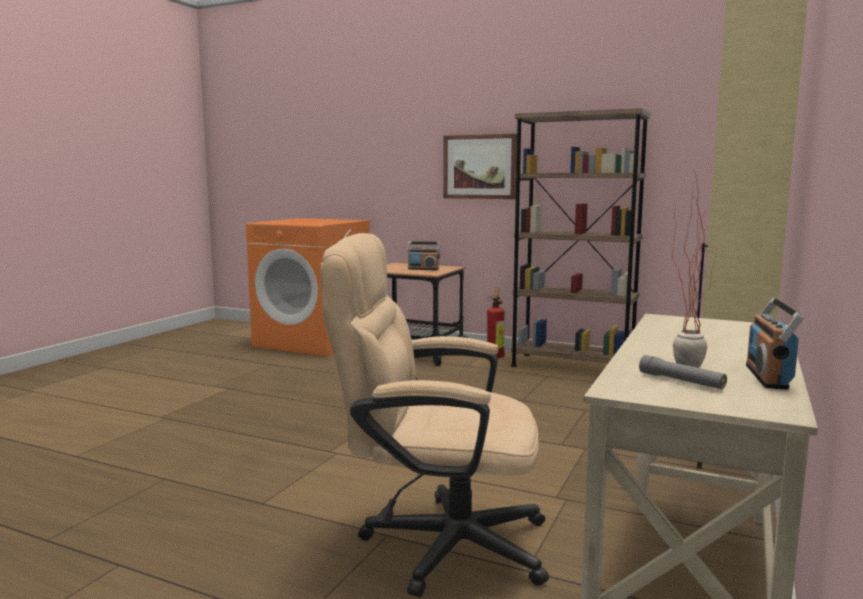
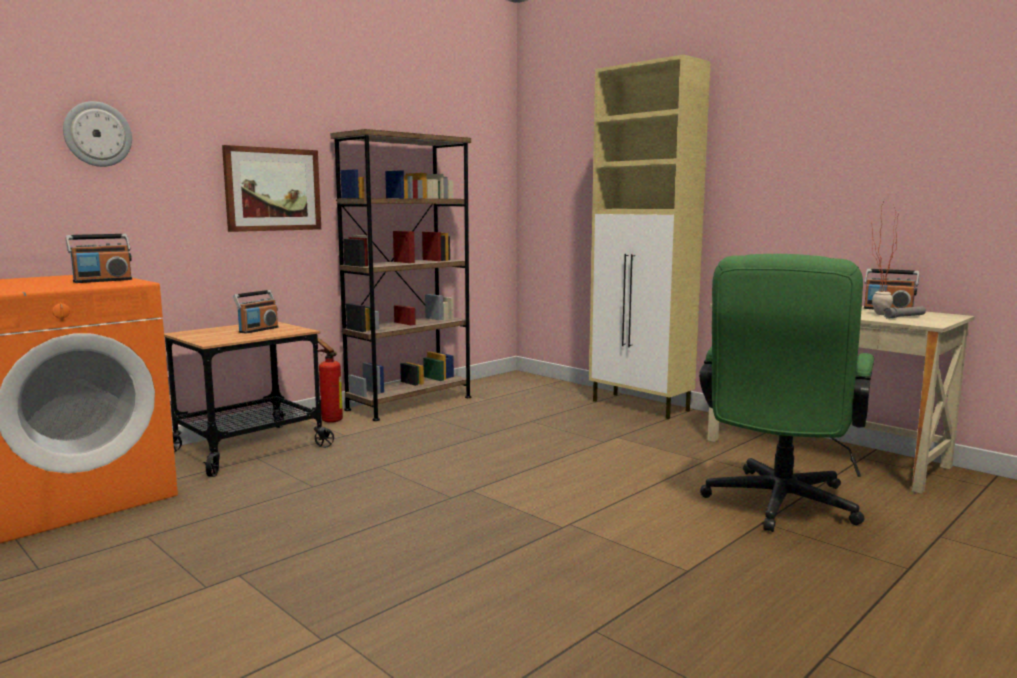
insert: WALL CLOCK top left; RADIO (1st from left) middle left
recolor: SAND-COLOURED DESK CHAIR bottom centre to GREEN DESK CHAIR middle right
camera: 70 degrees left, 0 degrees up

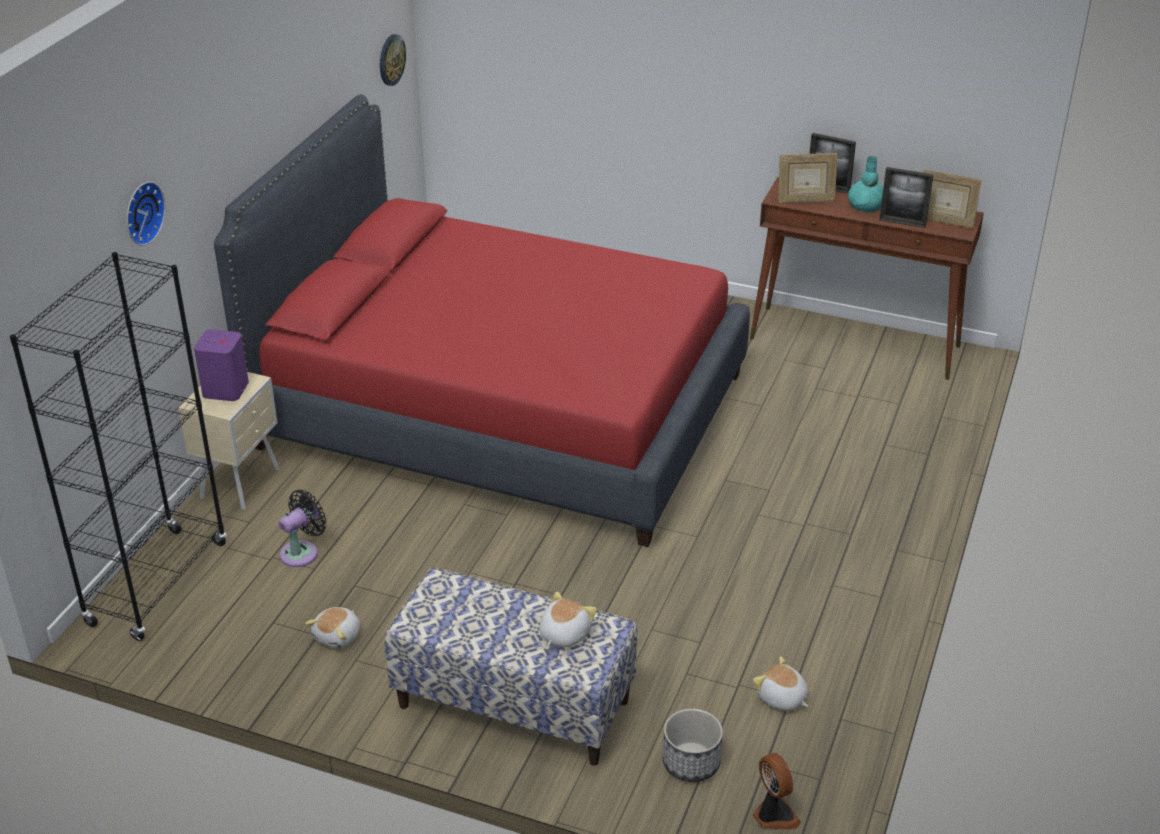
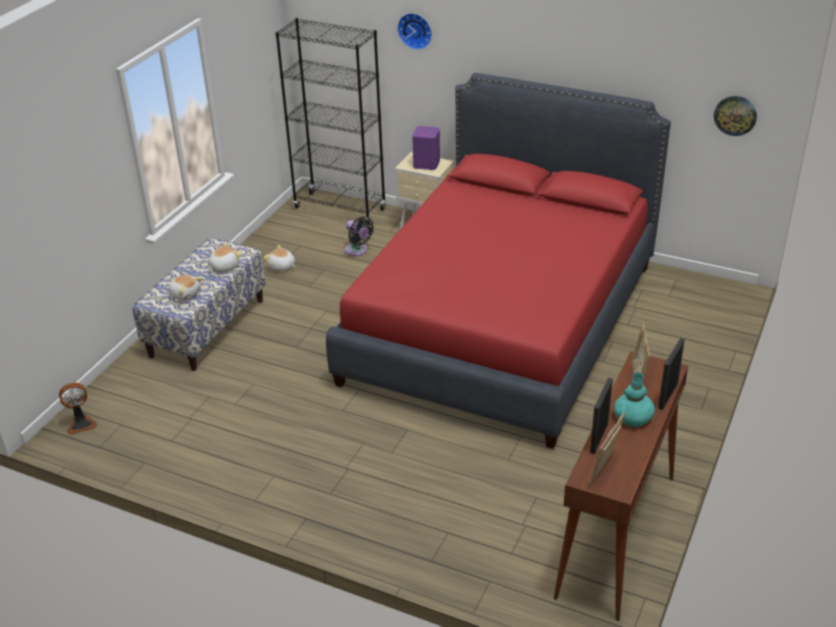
delete: PLANT POT bottom centre
move: CUDDLY TOY (3rd from left in the first image) bottom right to CUDDLY TOY (2nd from left) middle left
camera: 95 degrees right, 0 degrees up

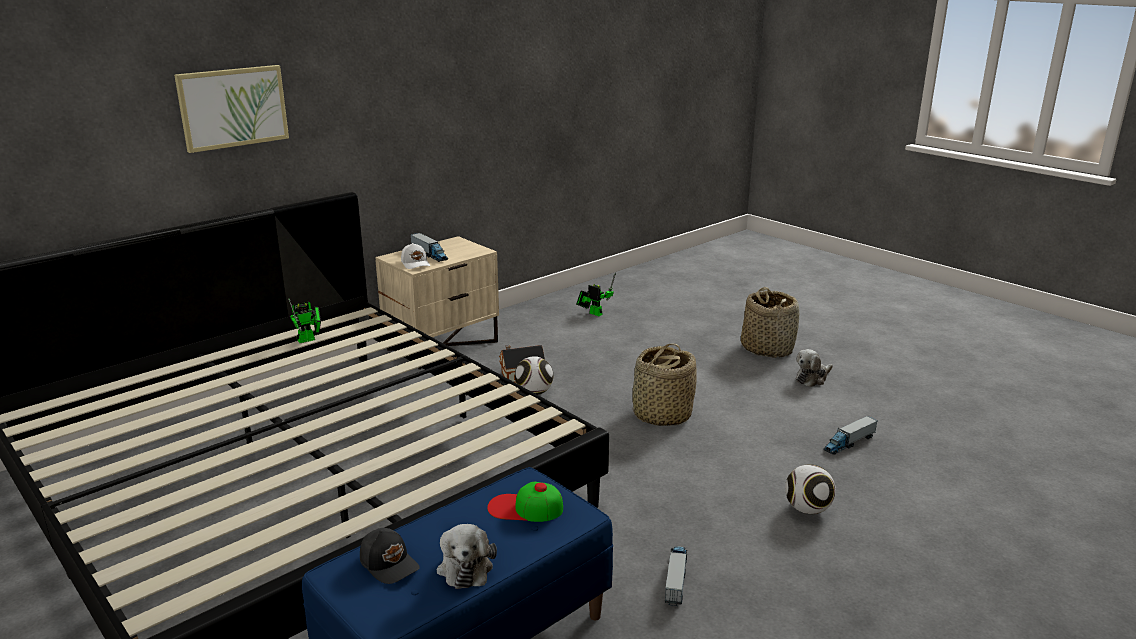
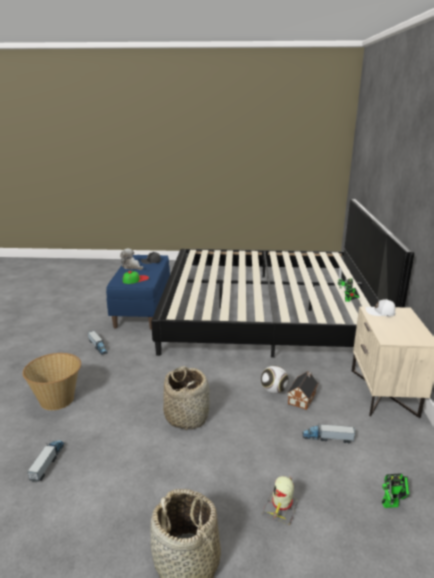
delete: WALL PICTURE top left; CUDDLY TOY (2nd from left) middle right
insert: TOY ROBOT (1st from left) bottom centre
move: TOY LORRY (1st from left in the first image) centre to TOY LORRY (3rd from left) bottom right
replace: BALL FOR FOOTBALL (2nd from left) bottom right to HOUSEHOLD BASKET (1st from left) middle left
camera: 135 degrees right, 0 degrees up

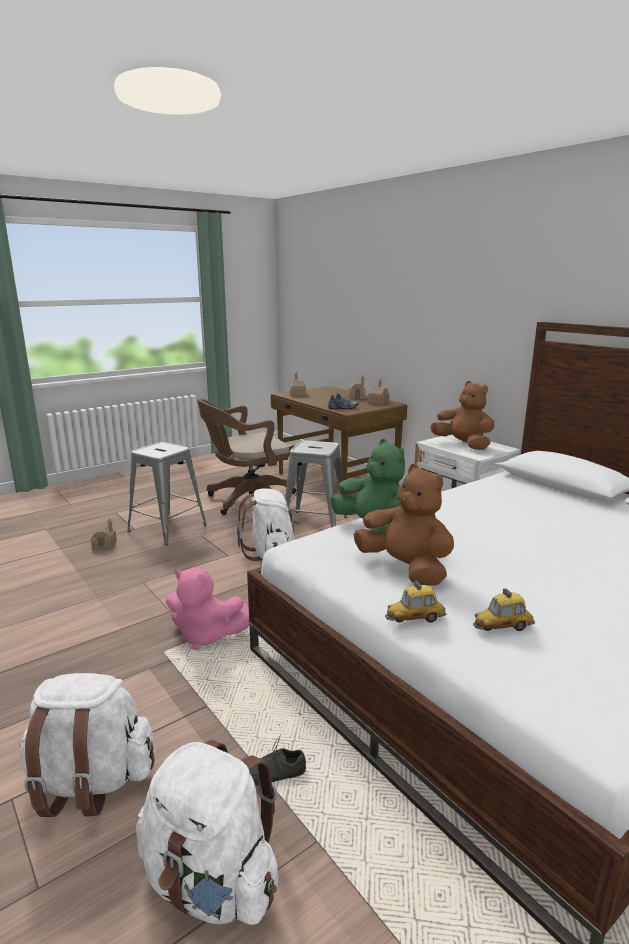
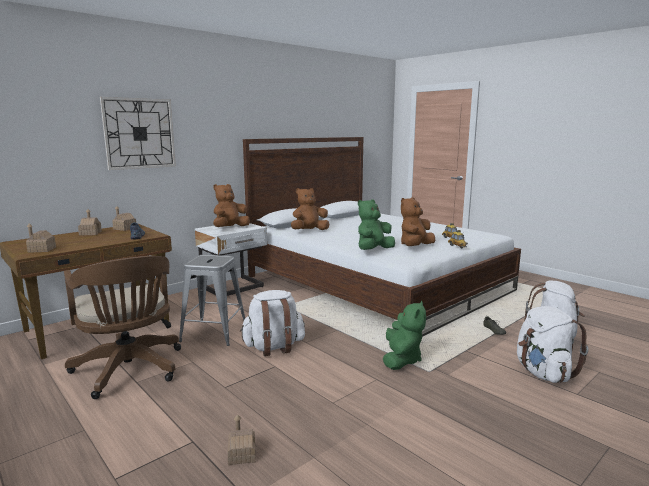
delete: GREY SITTING STOOL (1st from left) middle left
insert: WALL CLOCK top left; BROWN CUDDLY TOY (2nd from left) centre
recolor: PINK CUDDLY TOY middle left to GREEN CUDDLY TOY (2nd from left) bottom centre
camera: 95 degrees left, 5 degrees down

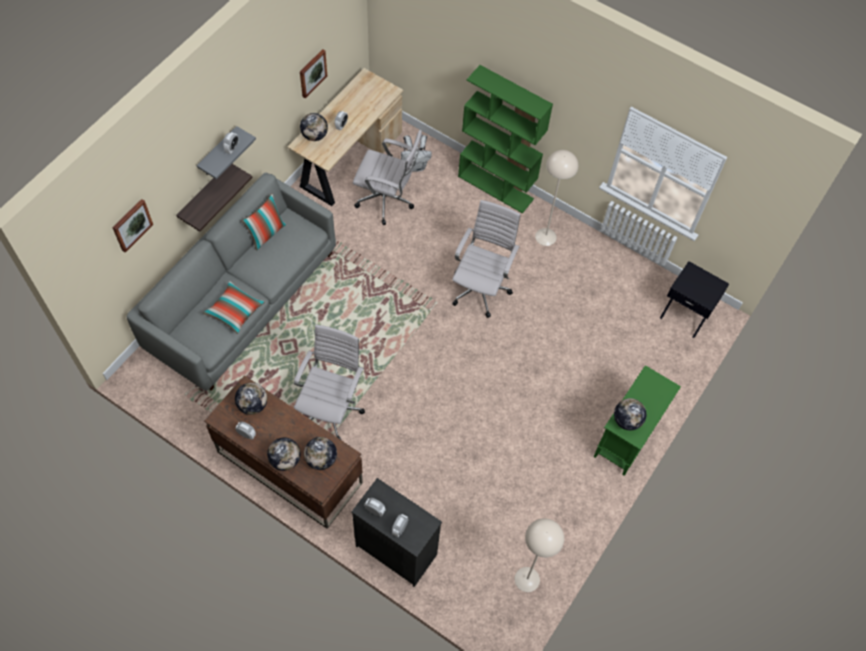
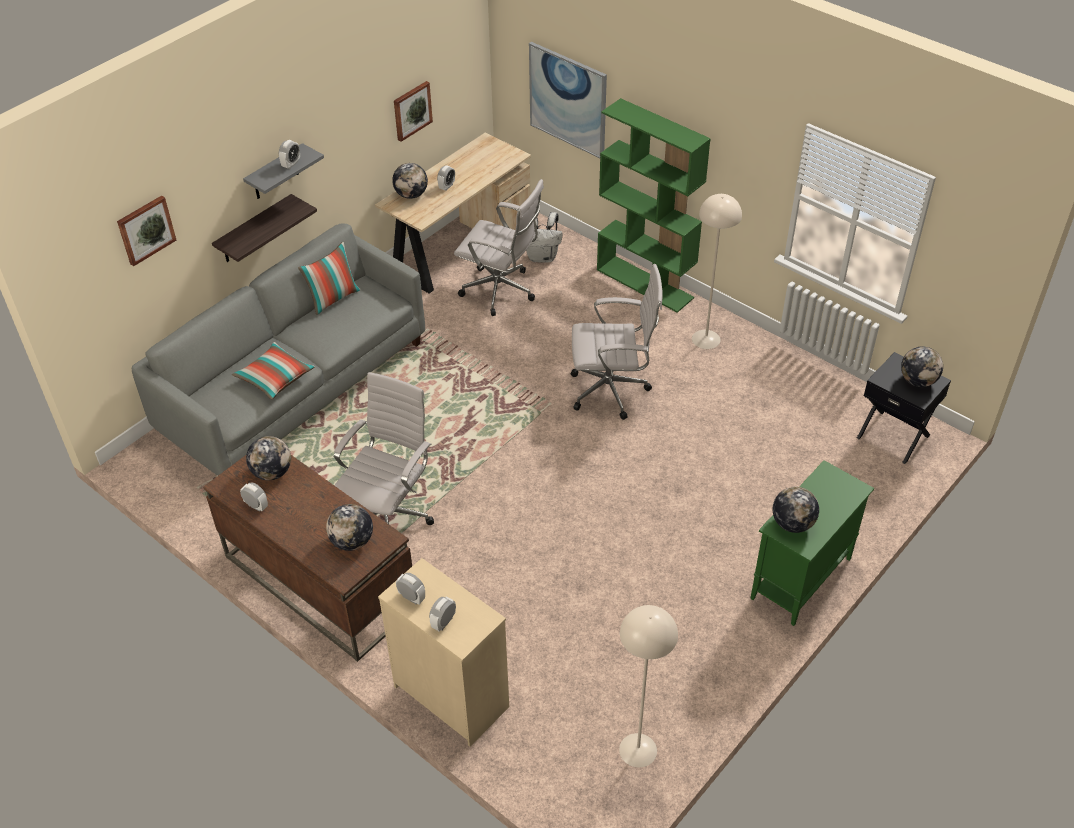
insert: WALL PICTURE (3rd from left) top centre
move: GLOBE (2nd from left in the first image) bottom left to GLOBE (5th from left) middle right
recolor: BLACK DRESSER bottom centre to SAND-COLOURED DRESSER bottom centre
rotate: WHITISH DESK CHAIR (3rd from left) centre = centre 60 degrees clockwise
camera: 10 degrees right, 15 degrees down

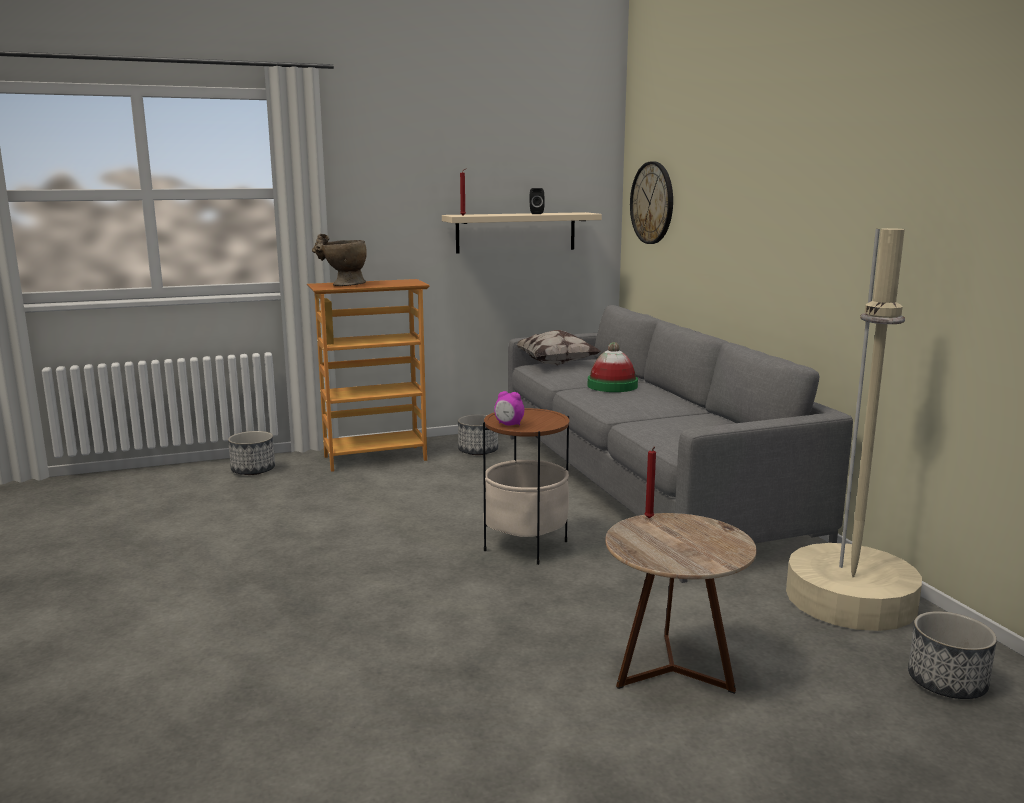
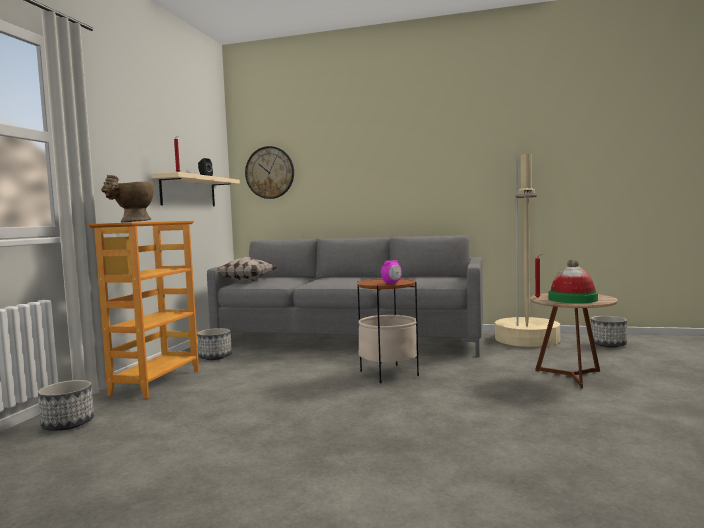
move: HAT centre to middle right
camera: 55 degrees left, 10 degrees down

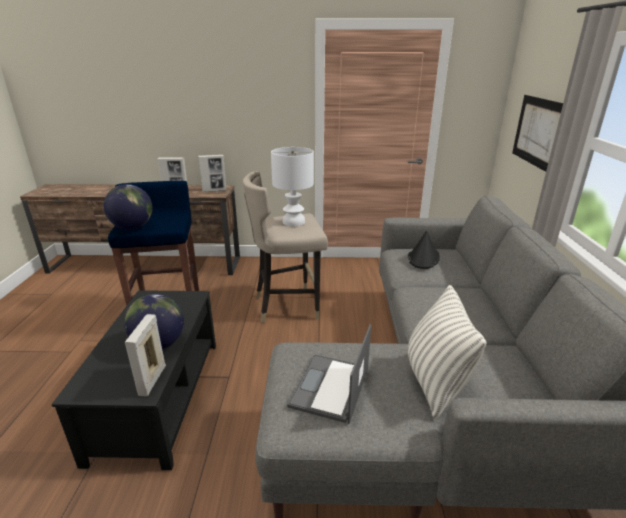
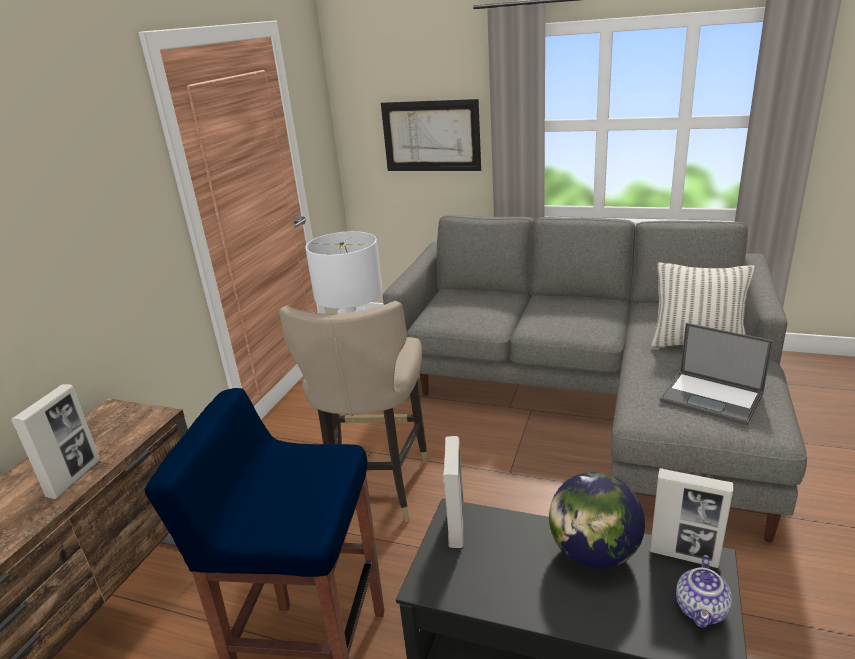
delete: GLOBE (1st from left) middle left; BLACK HAT middle right
insert: TEA POT bottom right
move: PICTURE FRAME (3rd from left in the first image) centre to PICTURE FRAME (2nd from left) bottom centre
camera: 70 degrees left, 0 degrees up

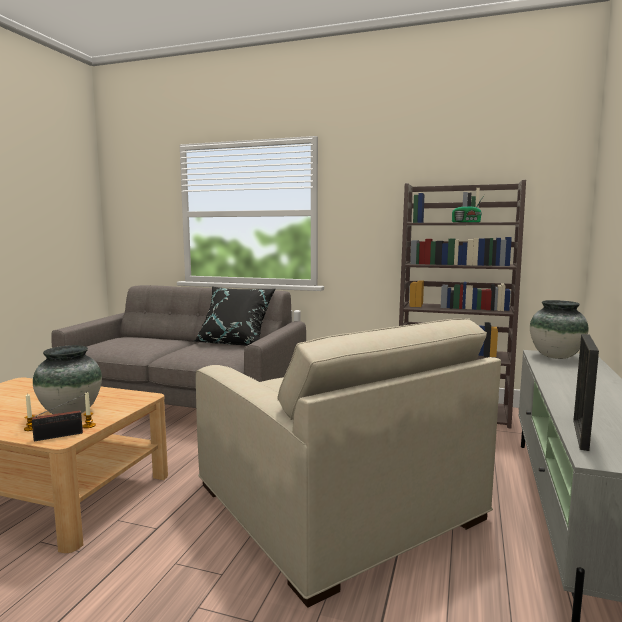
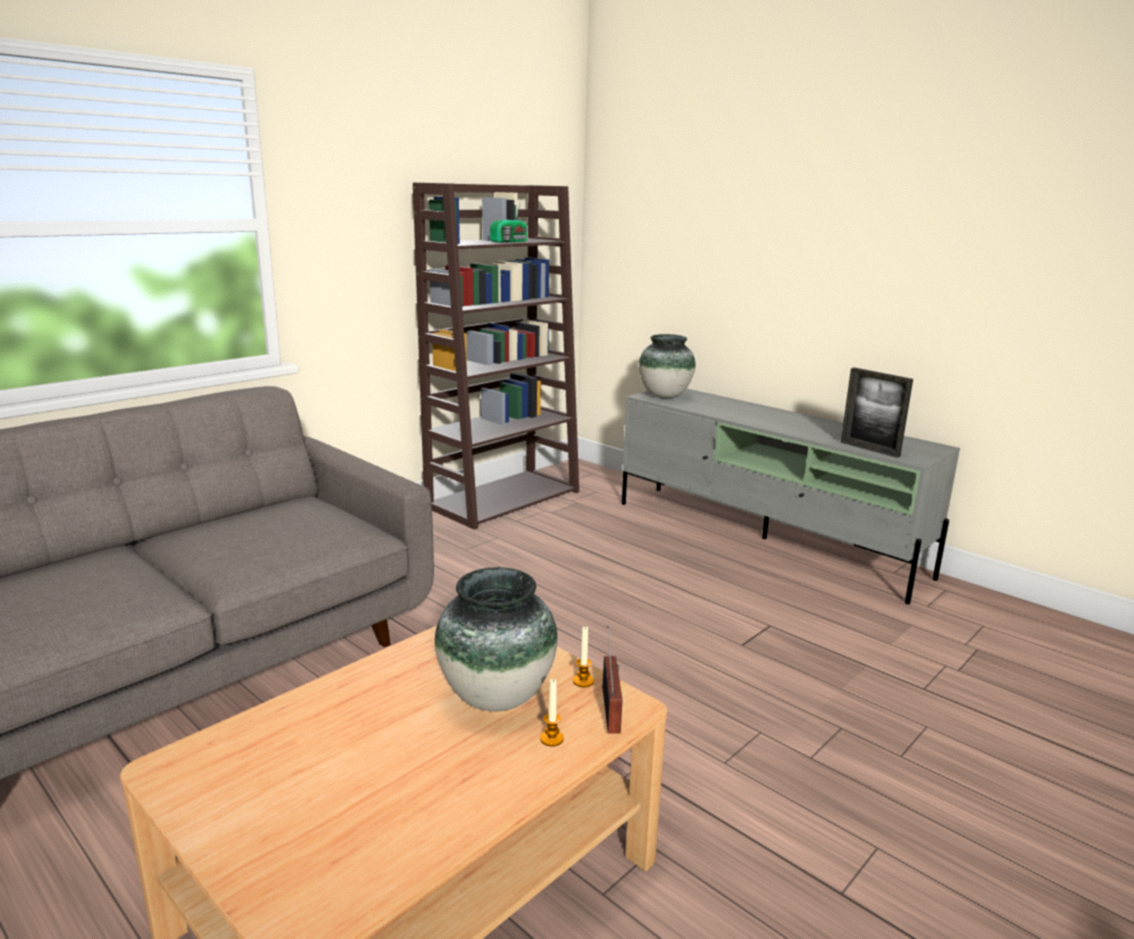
delete: BLACK THROW PILLOW centre; SAND-COLOURED EASY CHAIR bottom centre
camera: 65 degrees left, 10 degrees up

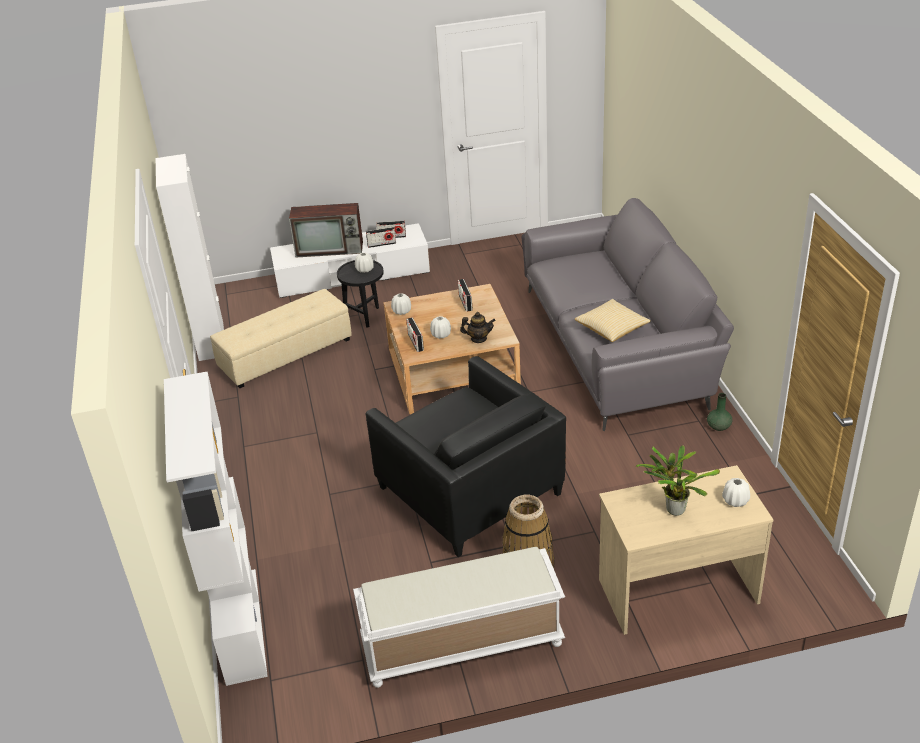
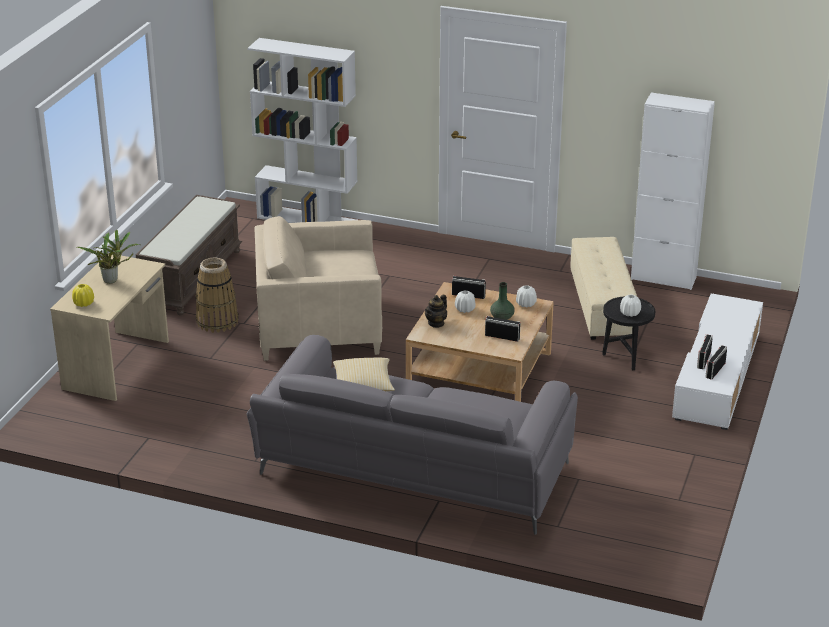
delete: TV top centre
move: GREEN DECORATIVE VASE middle right to centre
recolor: WHITISH DECORATIVE VASE (4th from left) middle right to YELLOWISH DECORATIVE VASE middle left; WHITISH INDOOR BENCH bottom centre to BROWN INDOOR BENCH middle left; BLACK EASY CHAIR centre to SAND-COLOURED EASY CHAIR centre
camera: 120 degrees right, 5 degrees down

